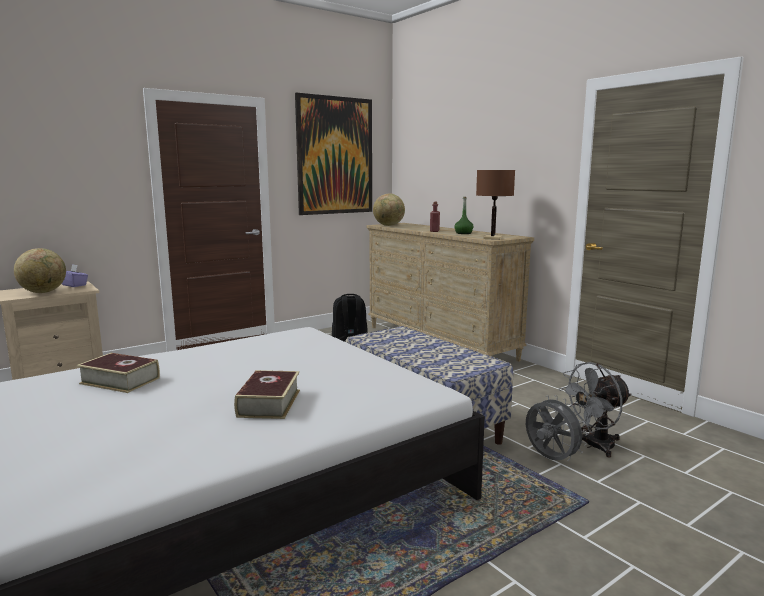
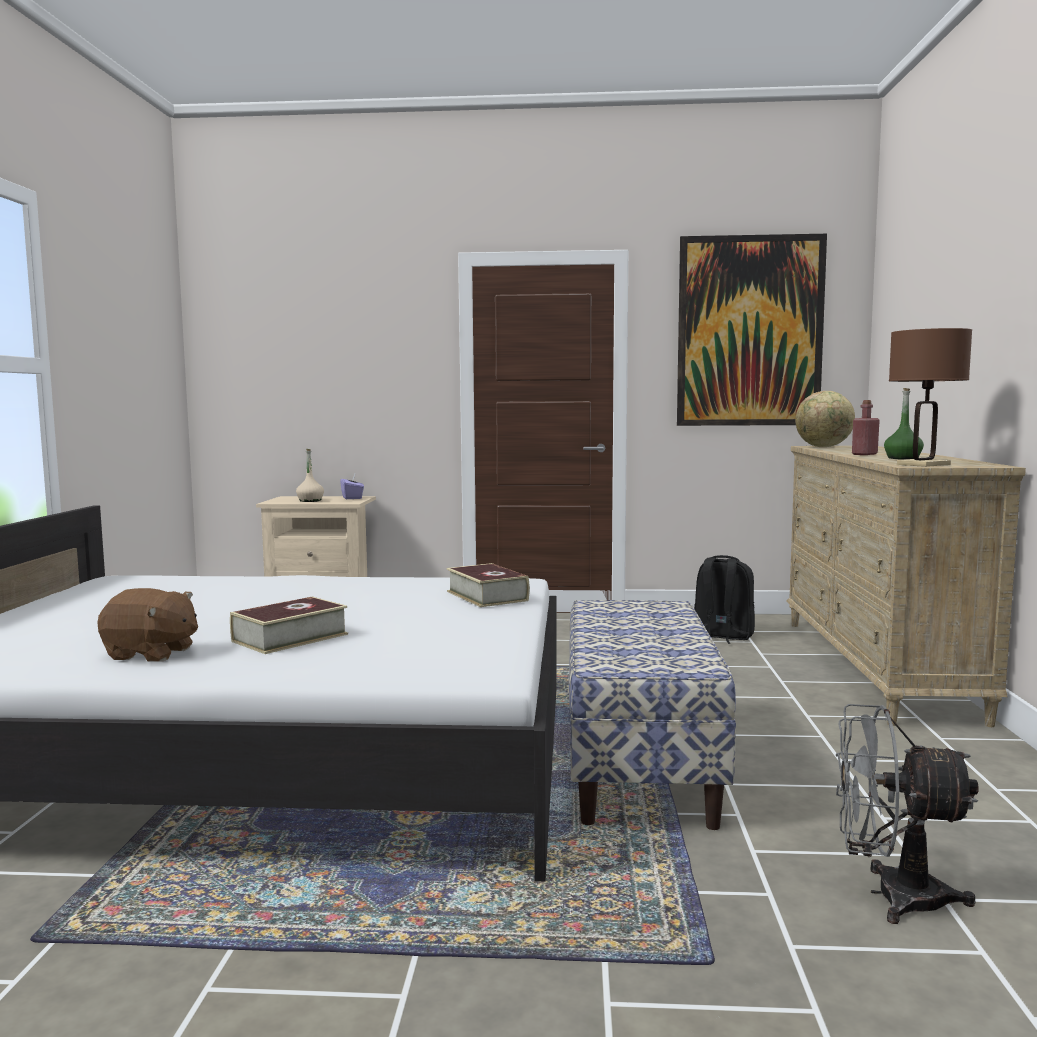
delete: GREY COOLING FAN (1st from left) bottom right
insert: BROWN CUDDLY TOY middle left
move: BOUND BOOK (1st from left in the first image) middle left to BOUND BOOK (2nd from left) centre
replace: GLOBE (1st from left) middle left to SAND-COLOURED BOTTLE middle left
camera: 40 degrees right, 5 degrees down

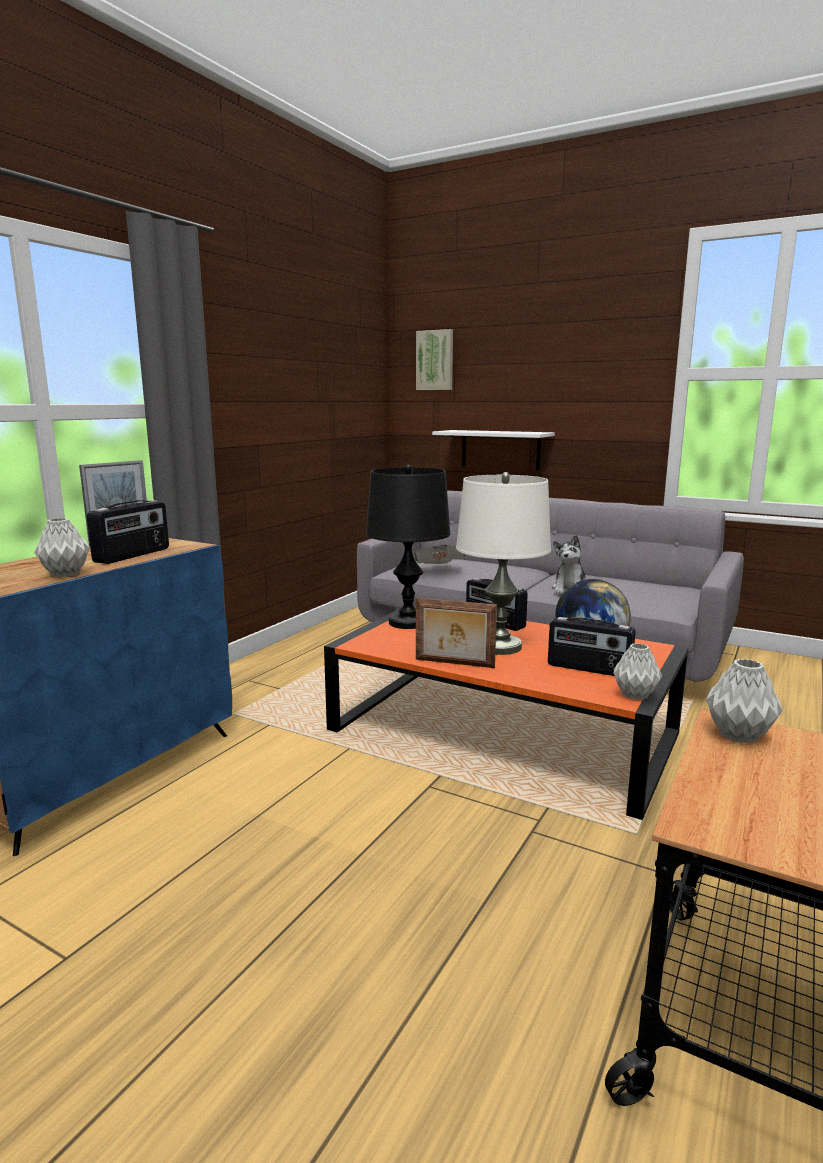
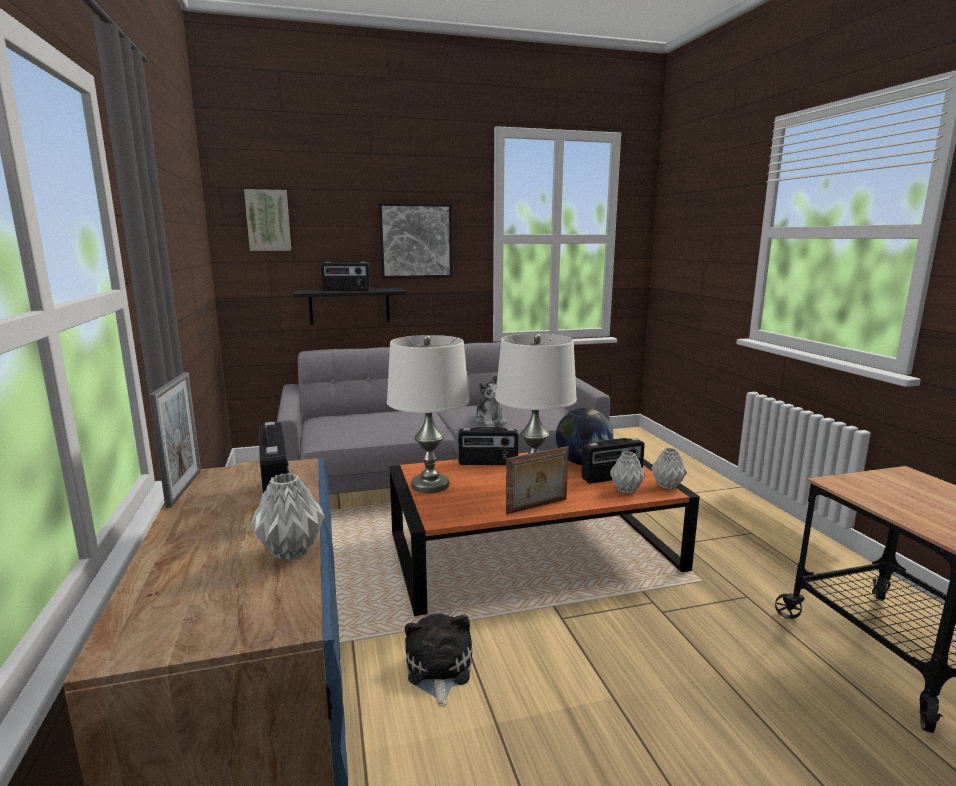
delete: DAILY PAPER centre
insert: RADIO (2nd from left) centre; WALL PICTURE (2nd from left) top centre; CUDDLY TOY (1st from left) bottom centre
move: GREY DECORATIVE VASE (3rd from left in the first image) middle right to GREY DECORATIVE VASE (2nd from left) centre
recolor: WHITISH SHELF centre to BLACK SHELF centre; BLACK LAMP FOR A TABLE centre to WHITISH LAMP FOR A TABLE (1st from left) centre
camera: 45 degrees left, 0 degrees up

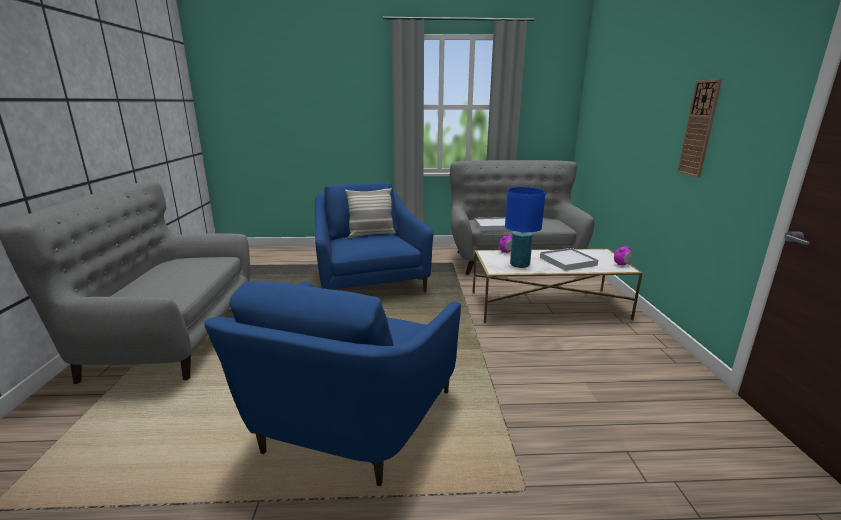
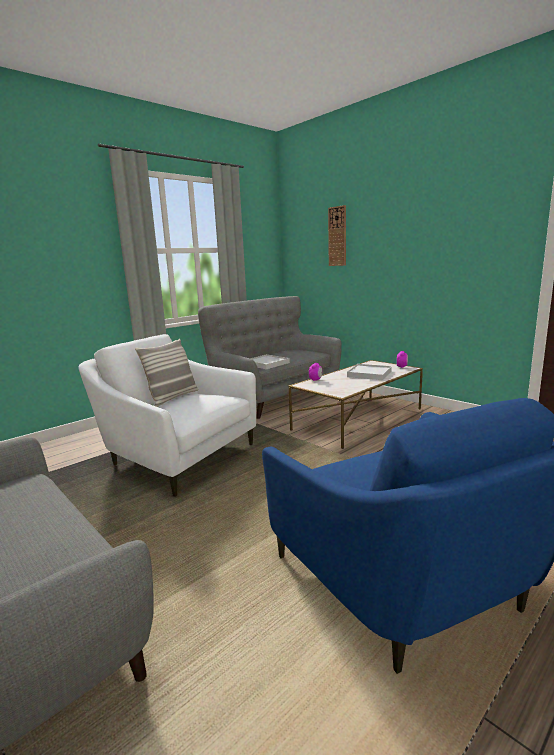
delete: BLUE-COLOURED LAMP FOR A TABLE centre
move: WALL CLOCK top right to top centre
recolor: BLUE-COLOURED EASY CHAIR (2nd from left) centre to WHITISH EASY CHAIR middle left
camera: 40 degrees left, 5 degrees down

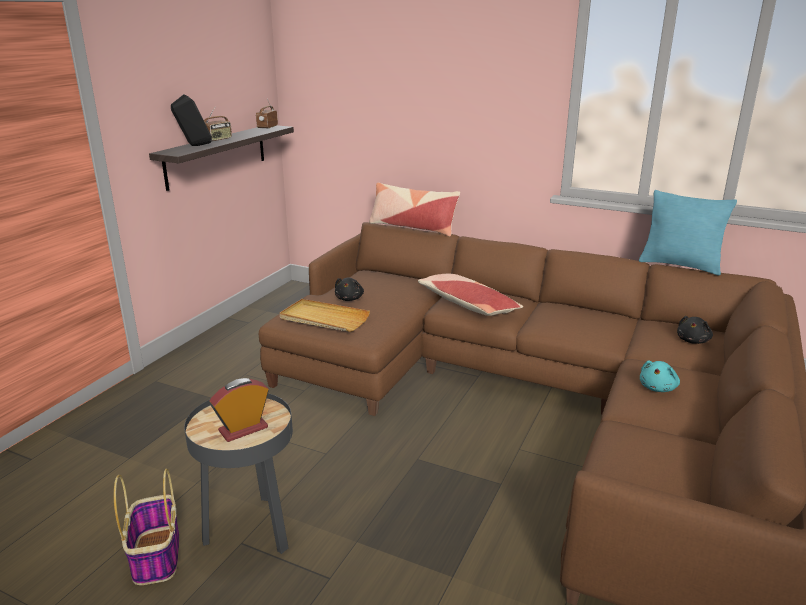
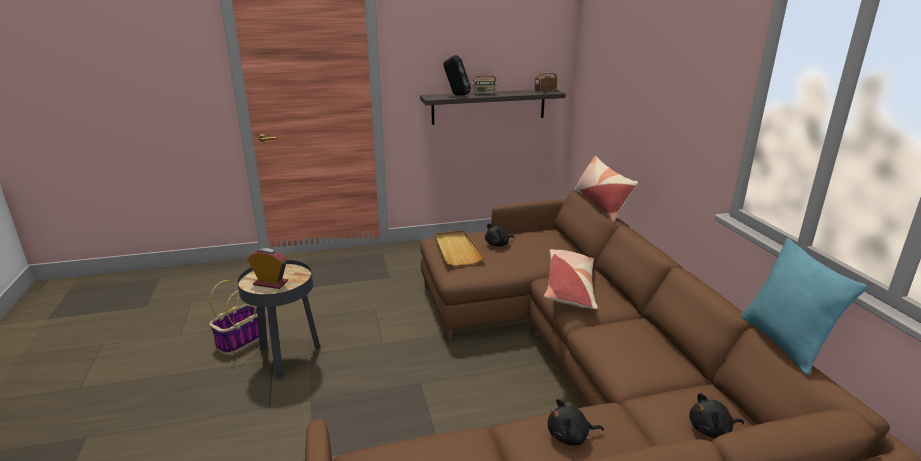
recolor: TURQUOISE CUDDLY TOY middle right to BLACK CUDDLY TOY (2nd from left) bottom centre
camera: 50 degrees right, 0 degrees up

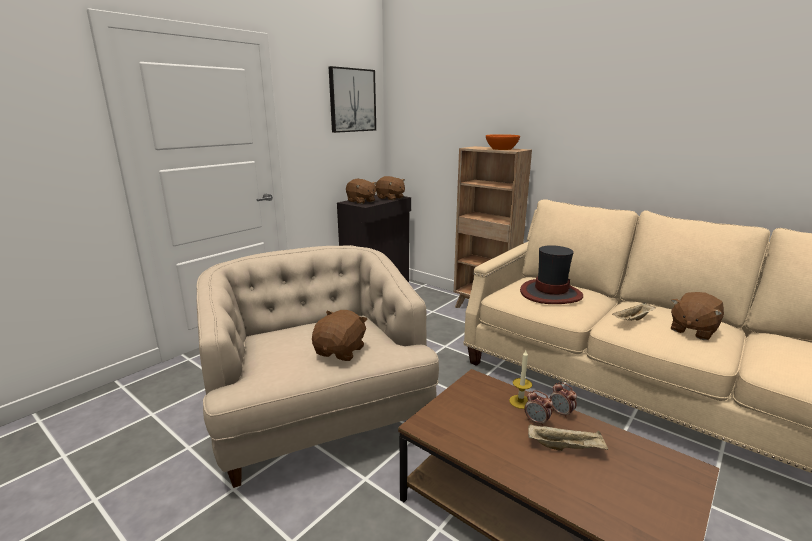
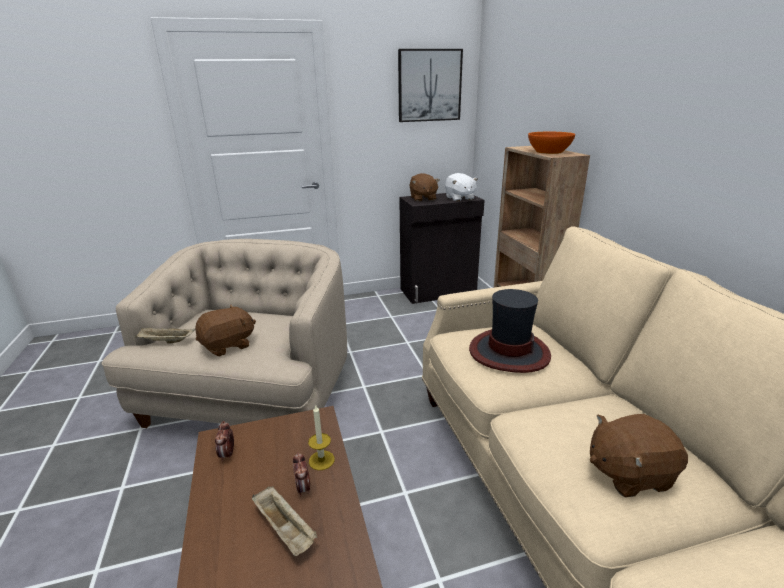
move: SAND-COLOURED TRAY (2nd from left in the first image) middle right to SAND-COLOURED TRAY (1st from left) middle left; TABLE CLOCK (2nd from left in the first image) bottom right to TABLE CLOCK (1st from left) bottom left
recolor: BROWN CUDDLY TOY (3rd from left) centre to WHITISH CUDDLY TOY top centre
camera: 35 degrees right, 5 degrees up

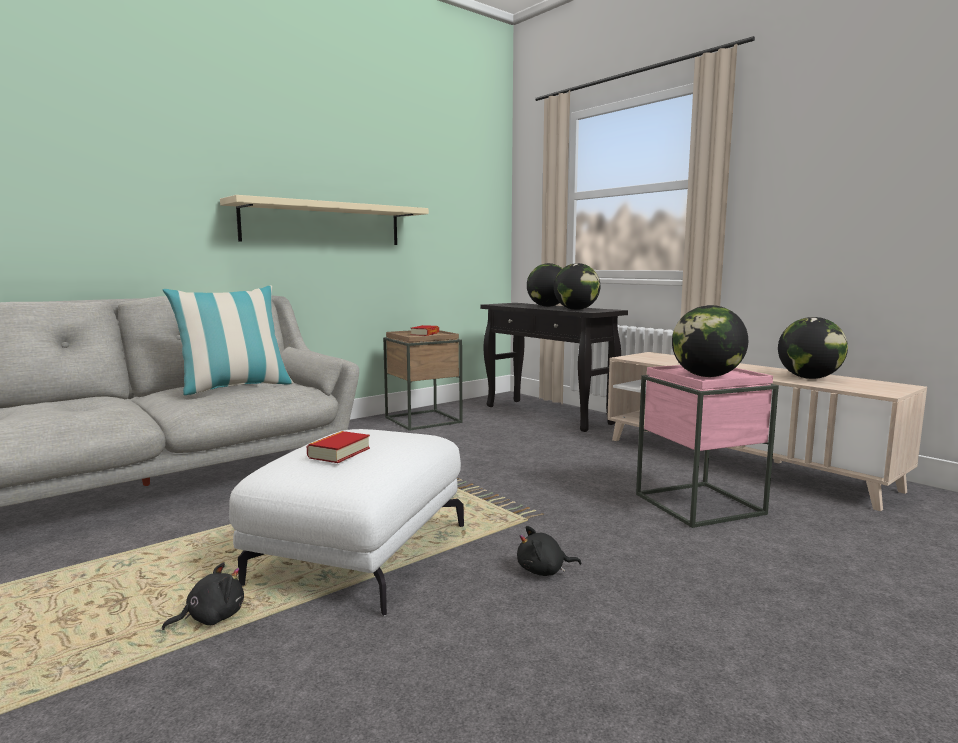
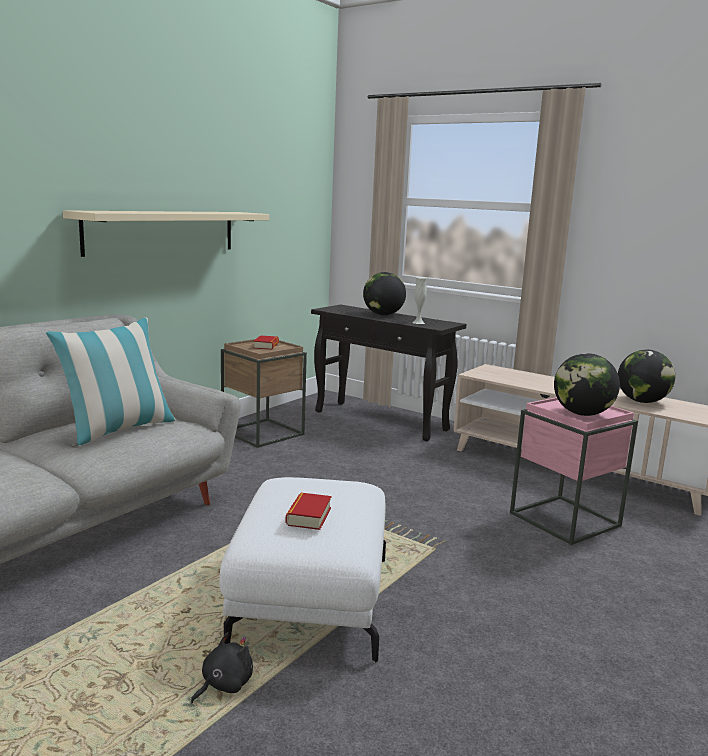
delete: BLACK CUDDLY TOY (2nd from left) bottom centre
replace: GLOBE (2nd from left) centre to WHITISH DECORATIVE VASE centre
camera: 15 degrees left, 5 degrees up

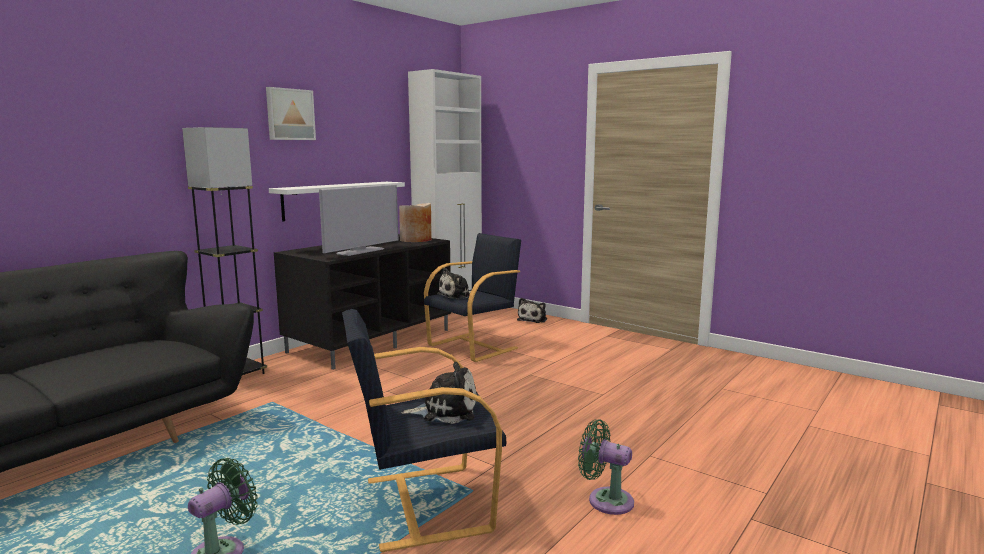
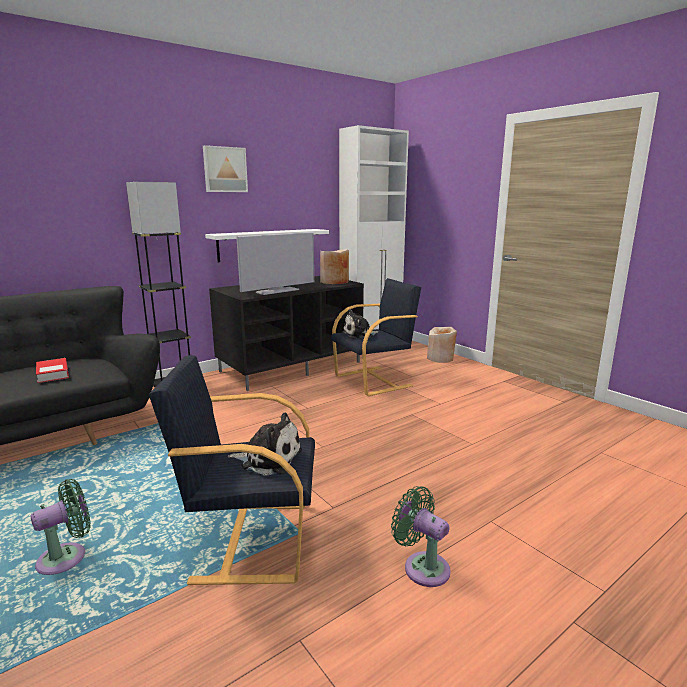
insert: BOUND BOOK middle left
replace: CUDDLY TOY (3rd from left) centre to SAND-COLOURED DECORATIVE VASE (2nd from left) centre
camera: 15 degrees right, 5 degrees up

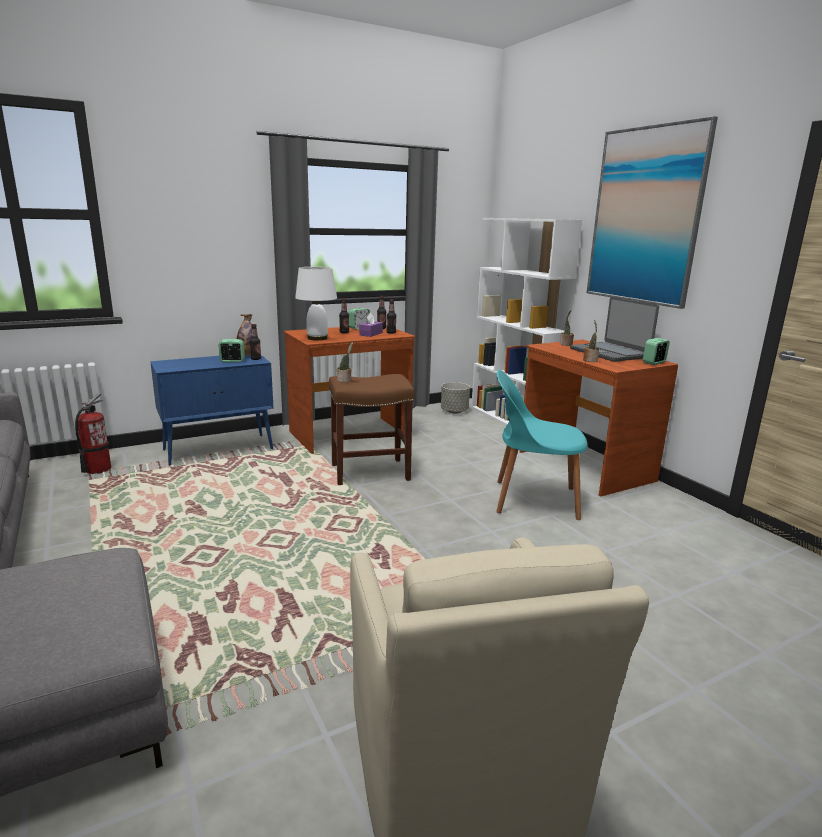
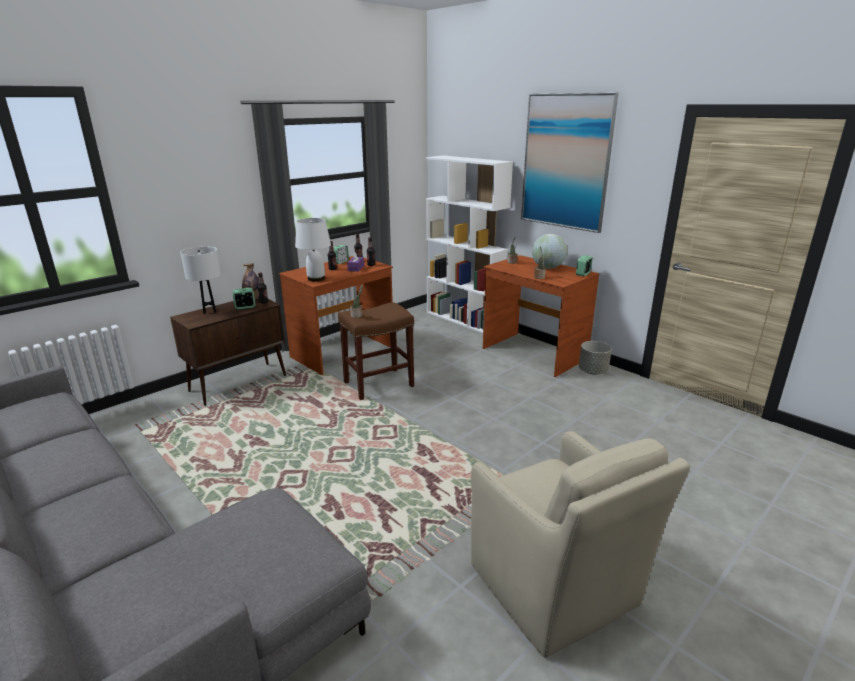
delete: FIRE EXTINGUISHER middle left; TURQUOISE PLAIN CHAIR centre
insert: WHITISH LAMP FOR A TABLE (1st from left) middle left
move: GREY PLANT POT centre to middle right
replace: LAPTOP middle right to GLOBE centre
recolor: BLUE-COLOURED STORAGE CABINET middle left to BROWN STORAGE CABINET middle left
camera: 15 degrees left, 5 degrees up

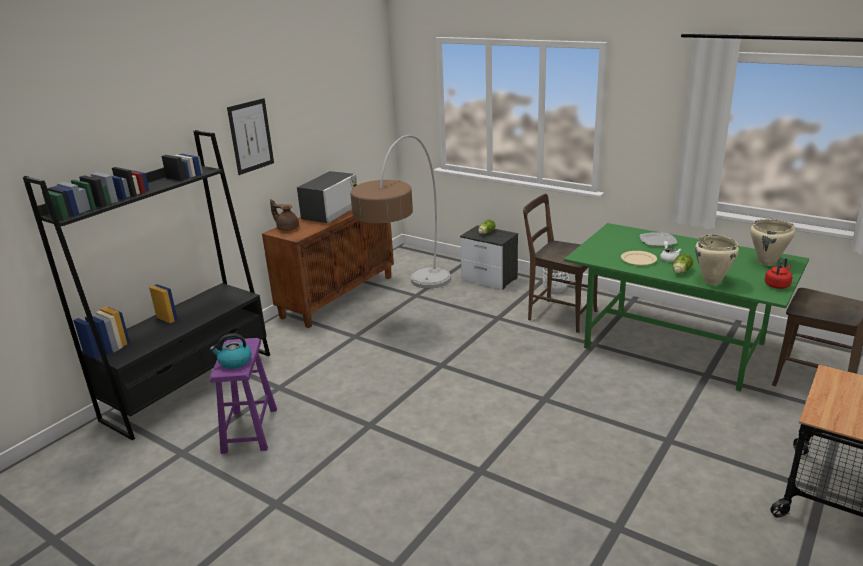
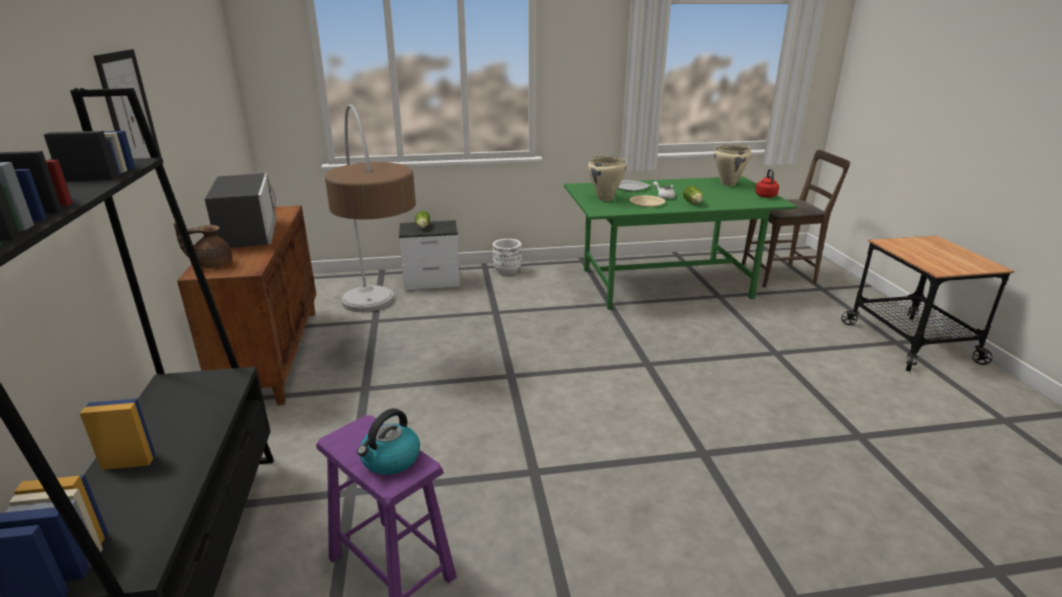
delete: BROWN PLAIN CHAIR (1st from left) centre
move: SAND-COLOURED SAUCEPOT (1st from left) middle right to top centre
camera: 45 degrees left, 0 degrees up

